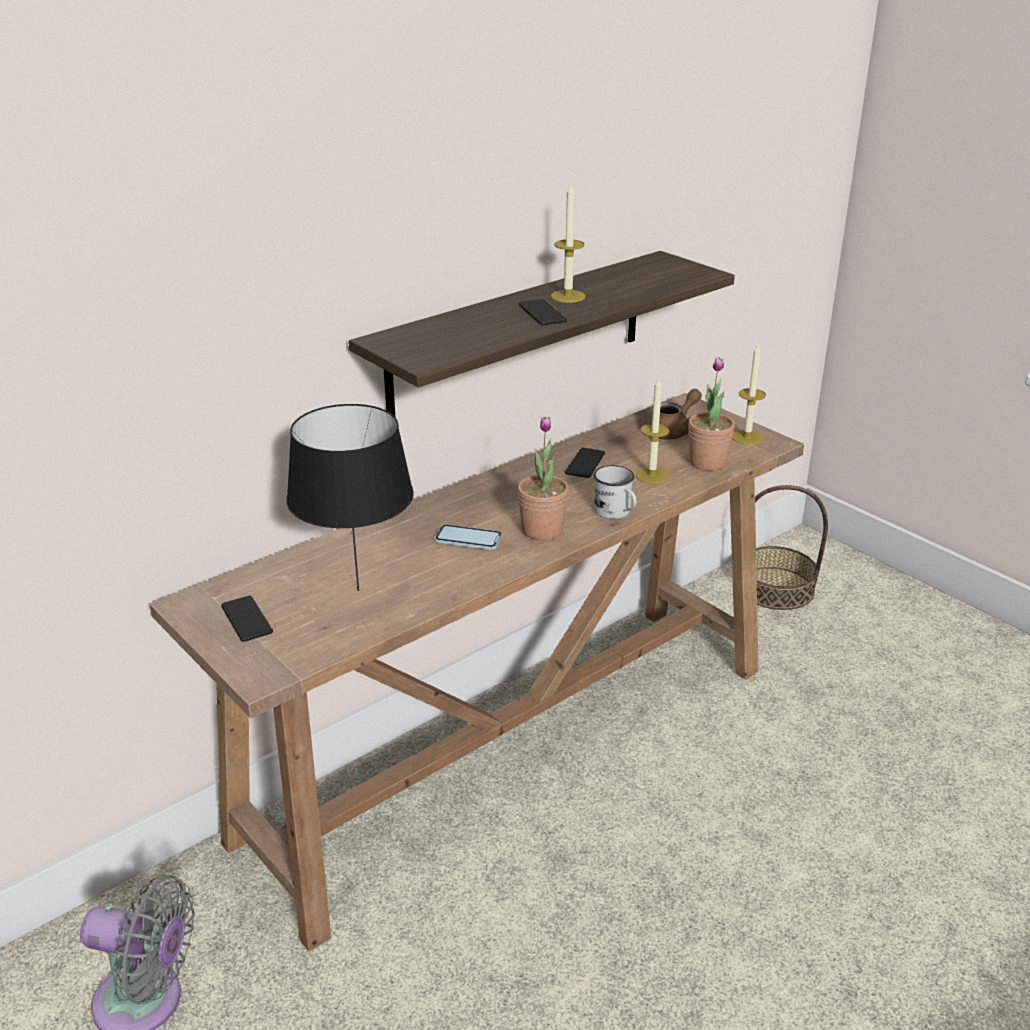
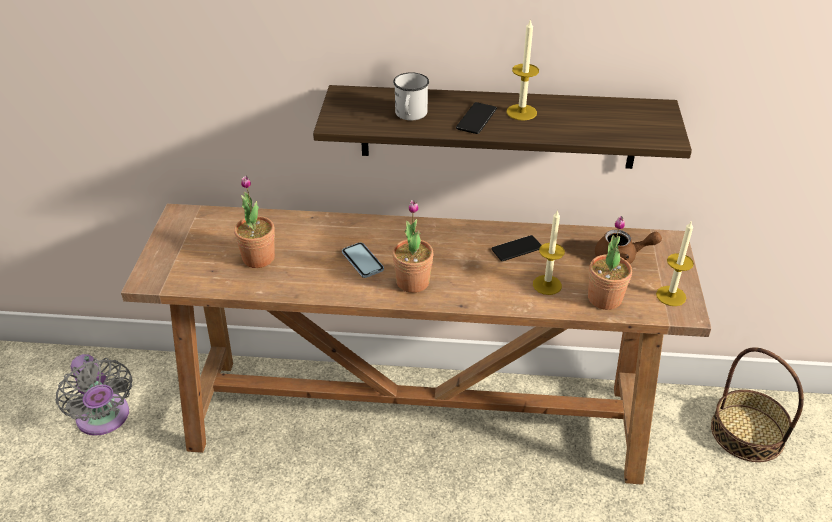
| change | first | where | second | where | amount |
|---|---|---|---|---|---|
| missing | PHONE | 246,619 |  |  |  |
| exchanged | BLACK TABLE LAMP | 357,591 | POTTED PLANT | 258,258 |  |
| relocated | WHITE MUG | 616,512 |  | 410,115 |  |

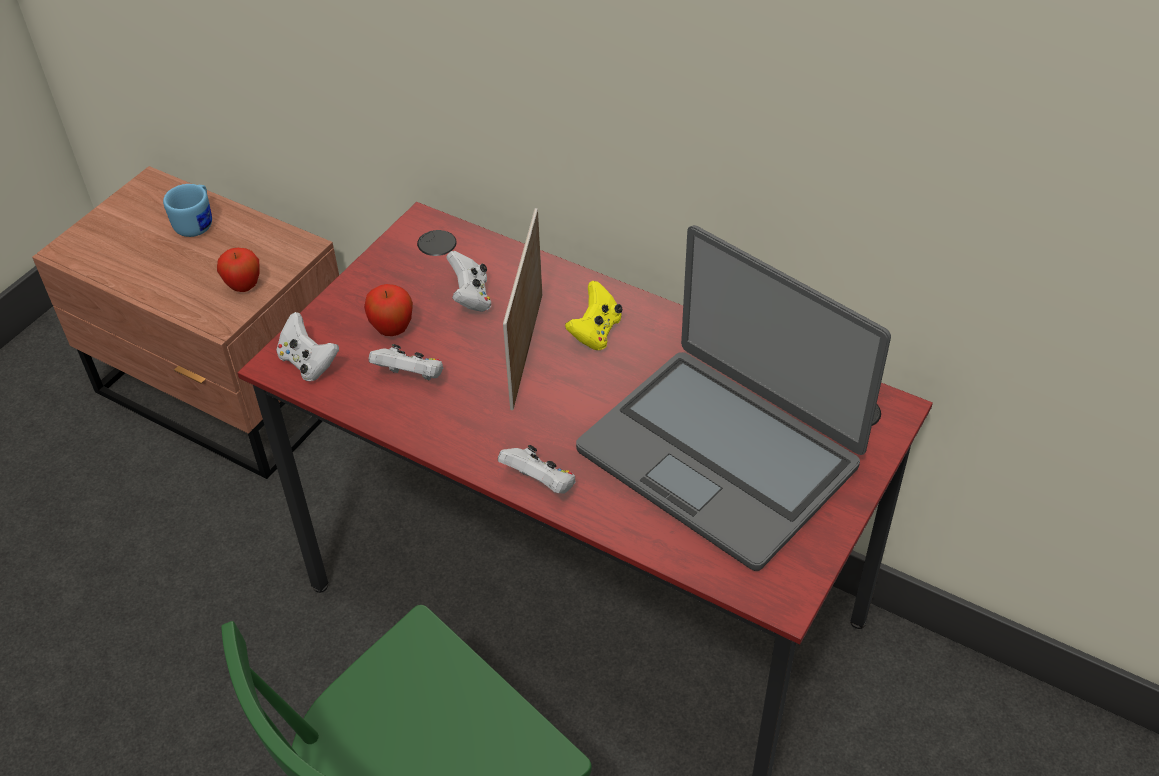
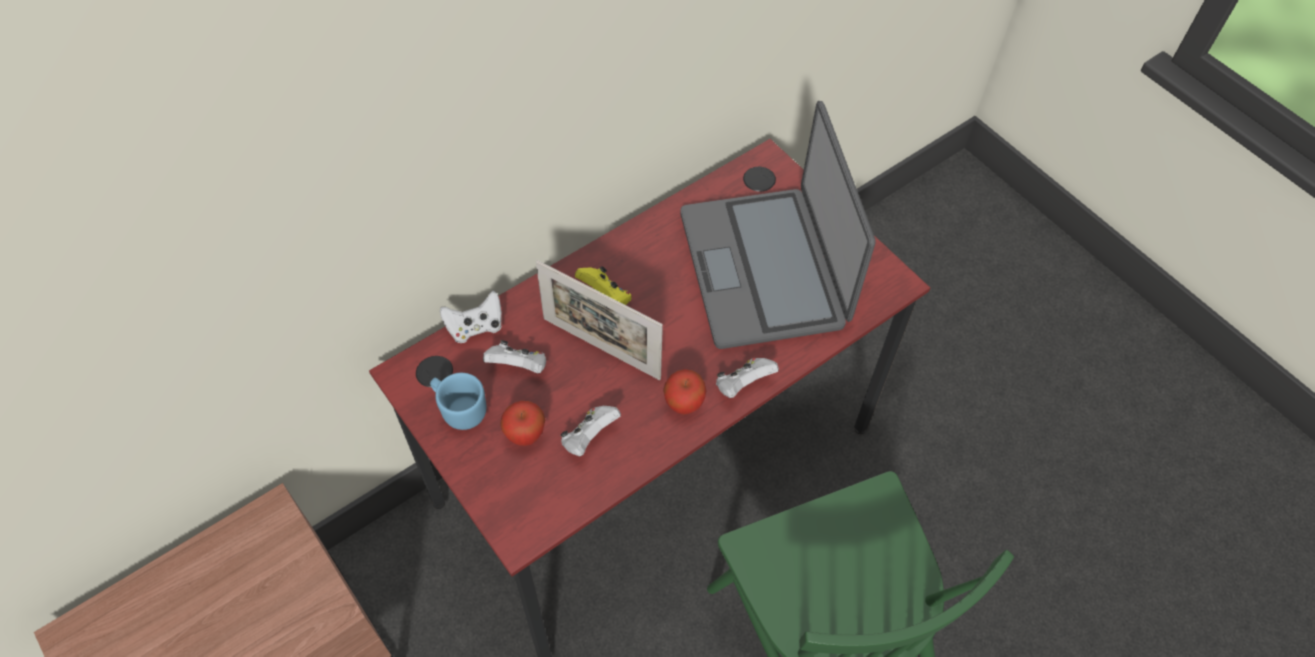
| change | first | where | second | where | amount |
|---|---|---|---|---|---|
| relocated | BLUE MUG | 197,223 |  | 460,409 |  |
| relocated | APPLE | 244,287 |  | 684,405 |  |
| relocated | WHITE GAME CONTROLLER | 308,363 |  | 475,327 |  |
| spun | LAPTOP | 720,455 |  | 764,268 | 105 degrees clockwise |

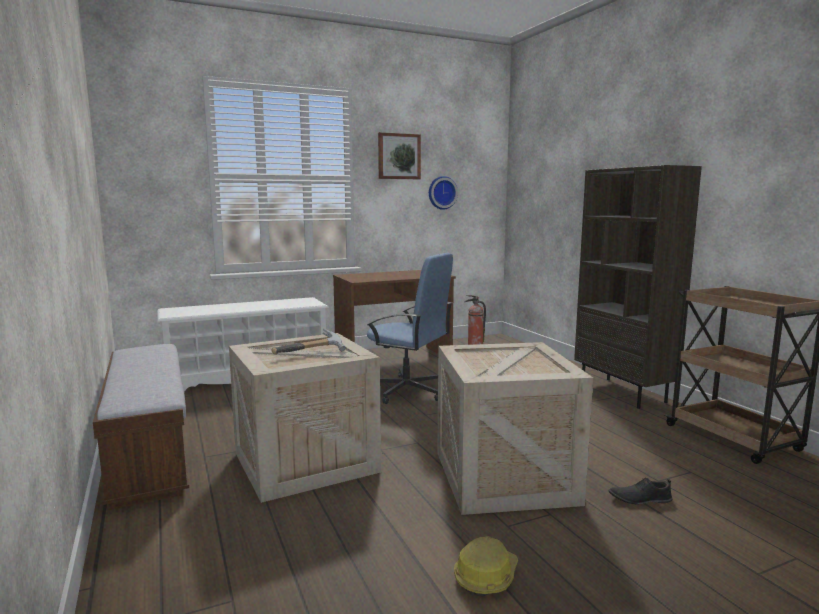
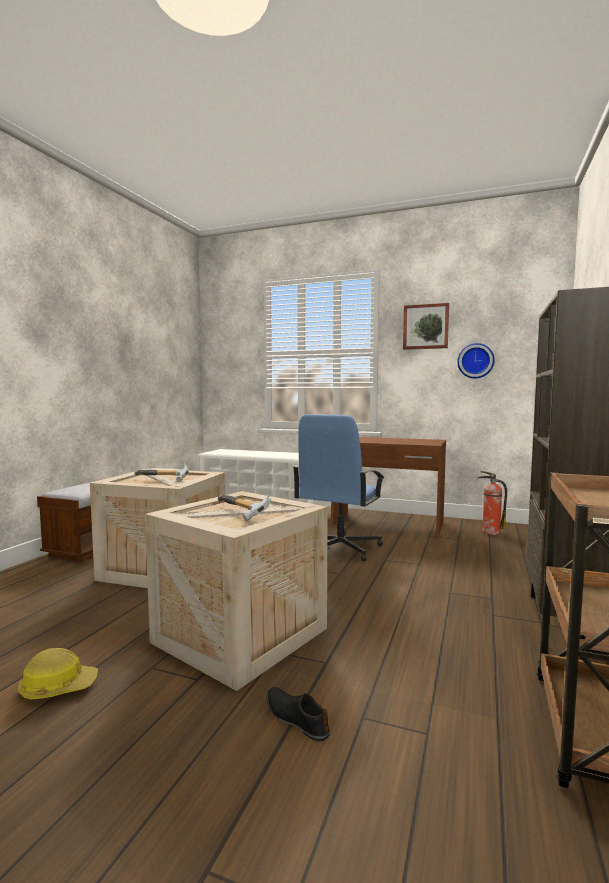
| change | first | where | second | where | amount |
|---|---|---|---|---|---|
| spun | BLUE OFFICE CHAIR | 407,390 |  | 339,548 | 45 degrees clockwise |
| appeared |  |  | HAMMER | 239,512 |  |

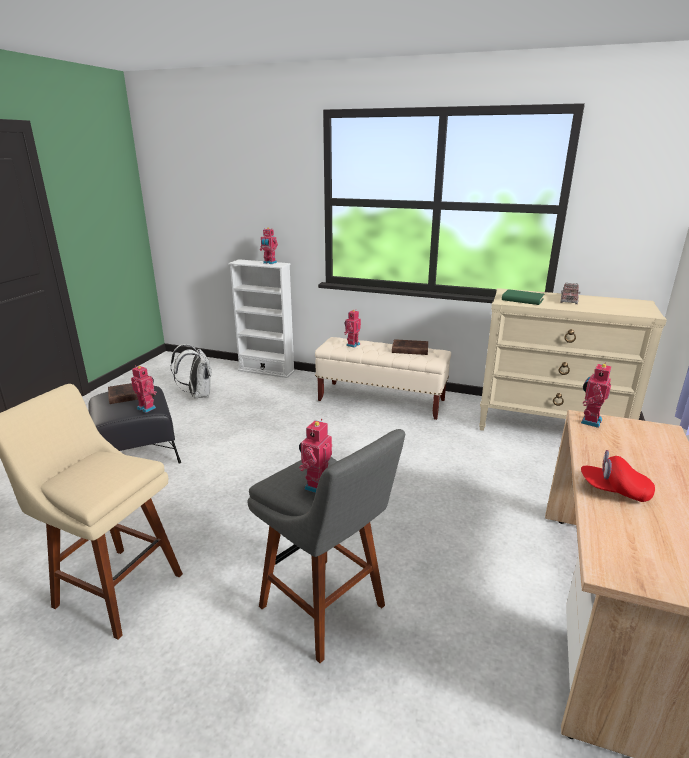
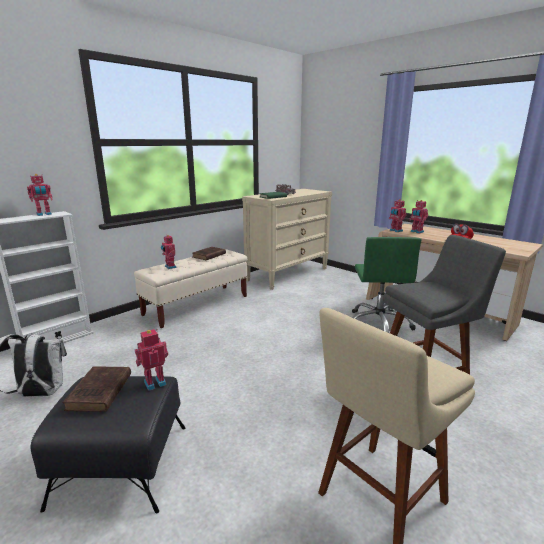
| change | first | where | second | where | amount |
|---|---|---|---|---|---|
| relocated | TOY ROBOT | 316,485 |  | 416,232 |  |
| appeared |  |  | GREEN OFFICE CHAIR | 378,324 |  |

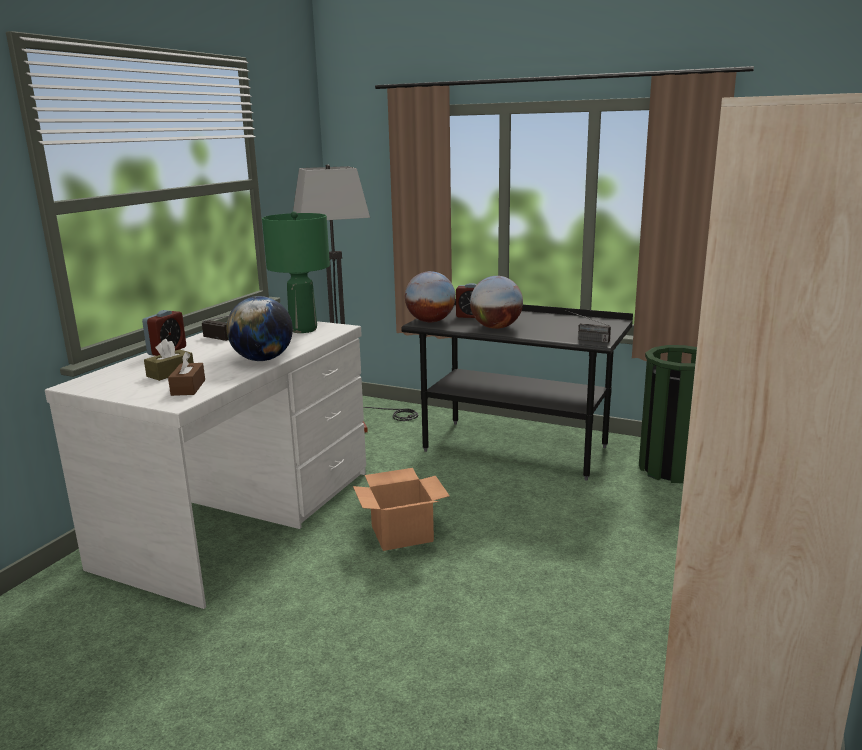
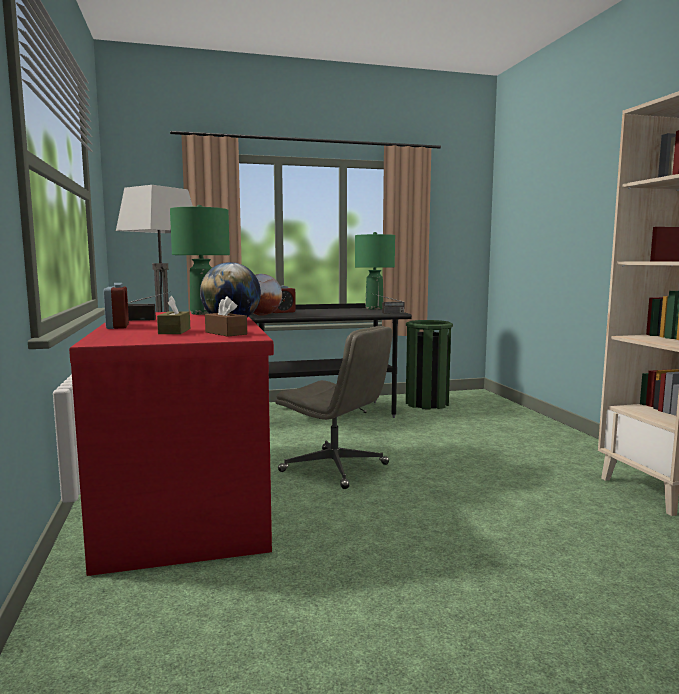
| change | first | where | second | where | amount |
|---|---|---|---|---|---|
| colour | WHITE DESK | 243,517 | RED DESK | 187,495 |  |
| exchanged | CARDBOARD BOX | 401,534 | GREY OFFICE CHAIR | 336,468 |  |
| missing | GLOBE | 496,327 |  |  |  |
| appeared |  |  | GREEN TABLE LAMP | 374,308 |  |

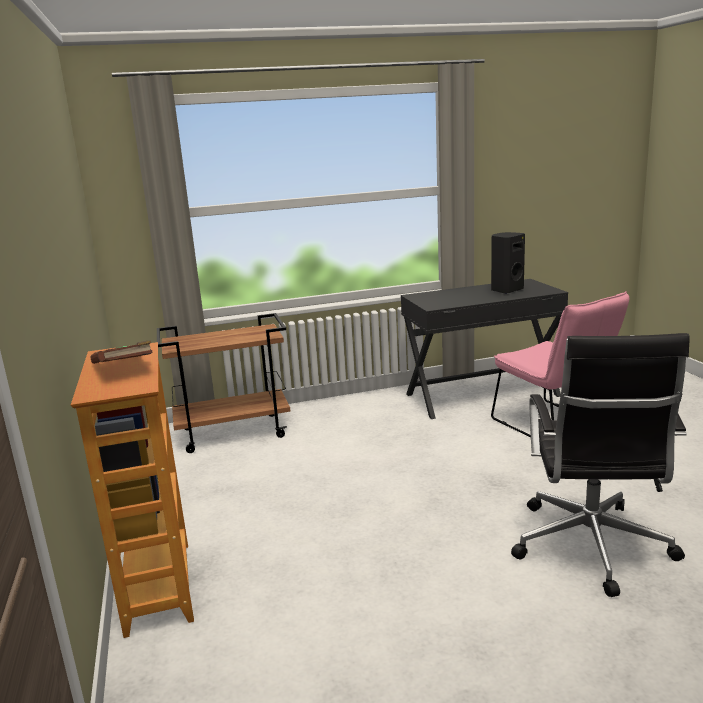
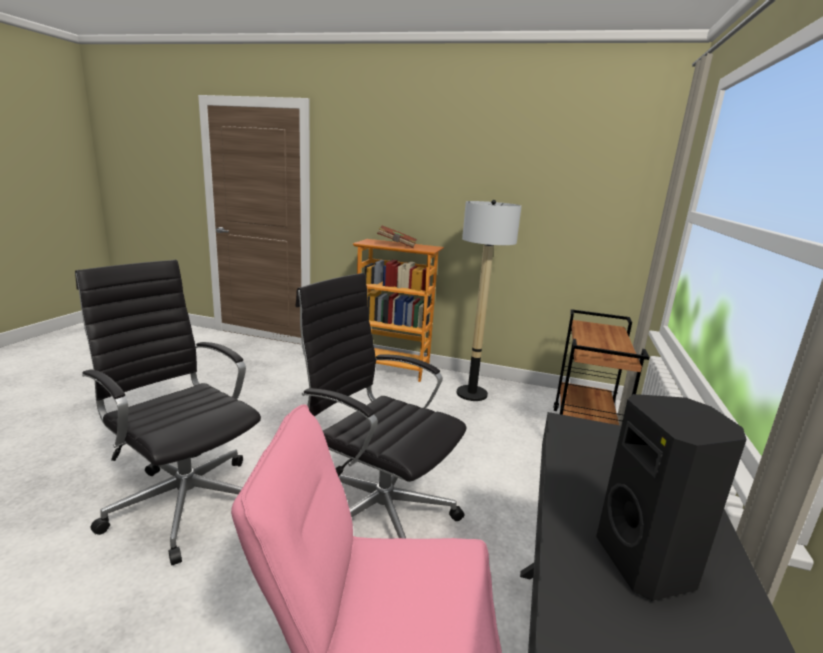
| change | first | where | second | where | amount |
|---|---|---|---|---|---|
| appeared |  |  | BLACK OFFICE CHAIR | 378,515 |  |
| appeared |  |  | FLOOR LAMP | 471,393 |  |

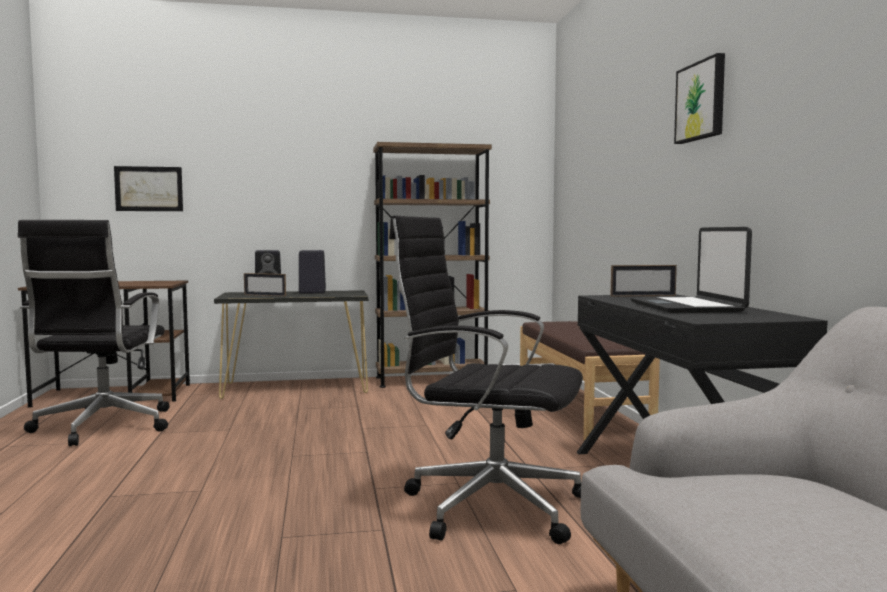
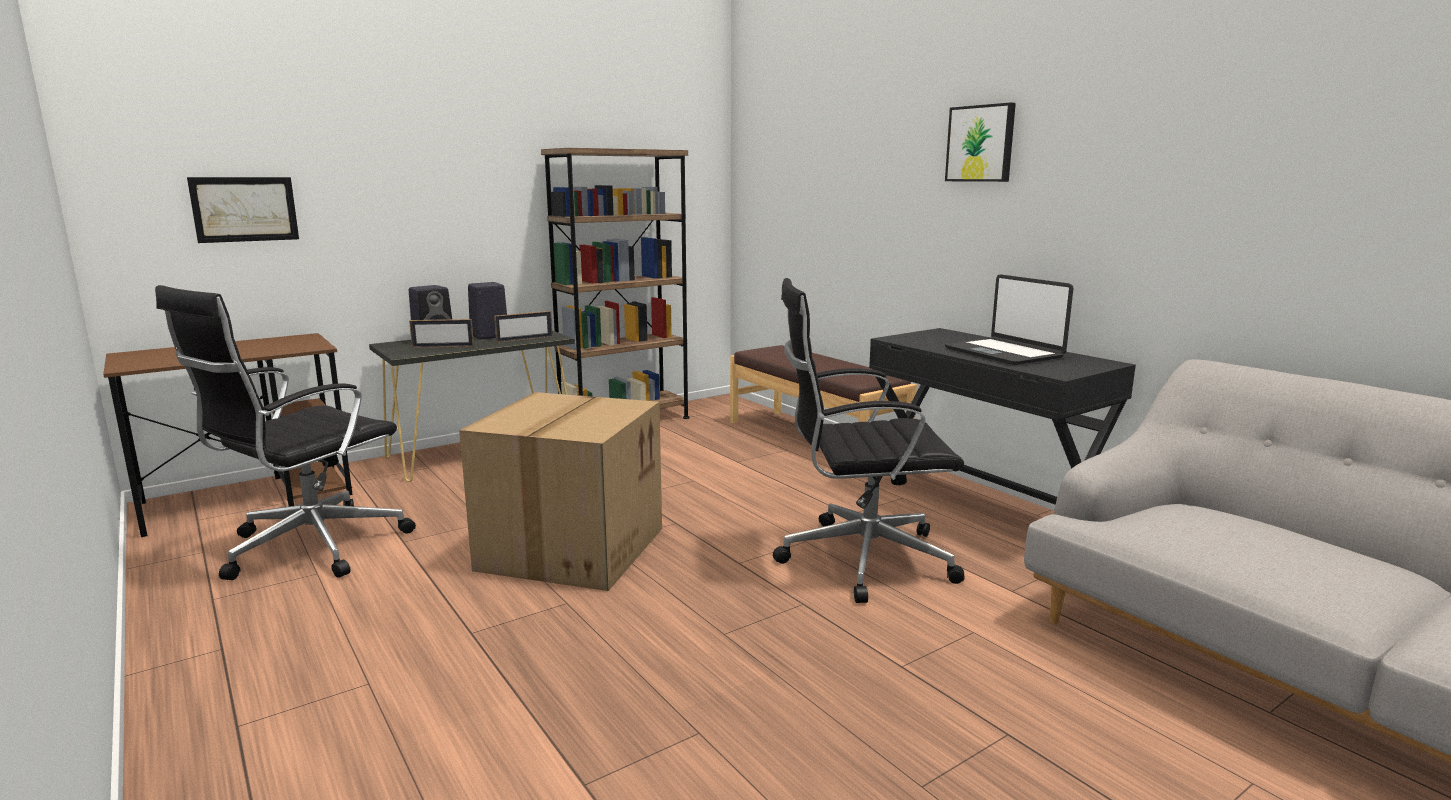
| change | first | where | second | where | amount |
|---|---|---|---|---|---|
| spun | BLACK OFFICE CHAIR | 102,427 |  | 309,547 | 60 degrees clockwise |
| relocated | PICTURE FRAME | 643,296 |  | 524,339 |  |
| appeared |  |  | CARDBOARD BOX | 571,547 |  |

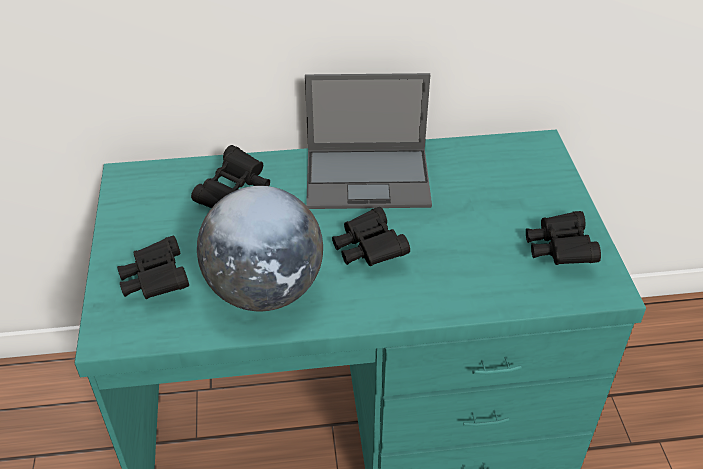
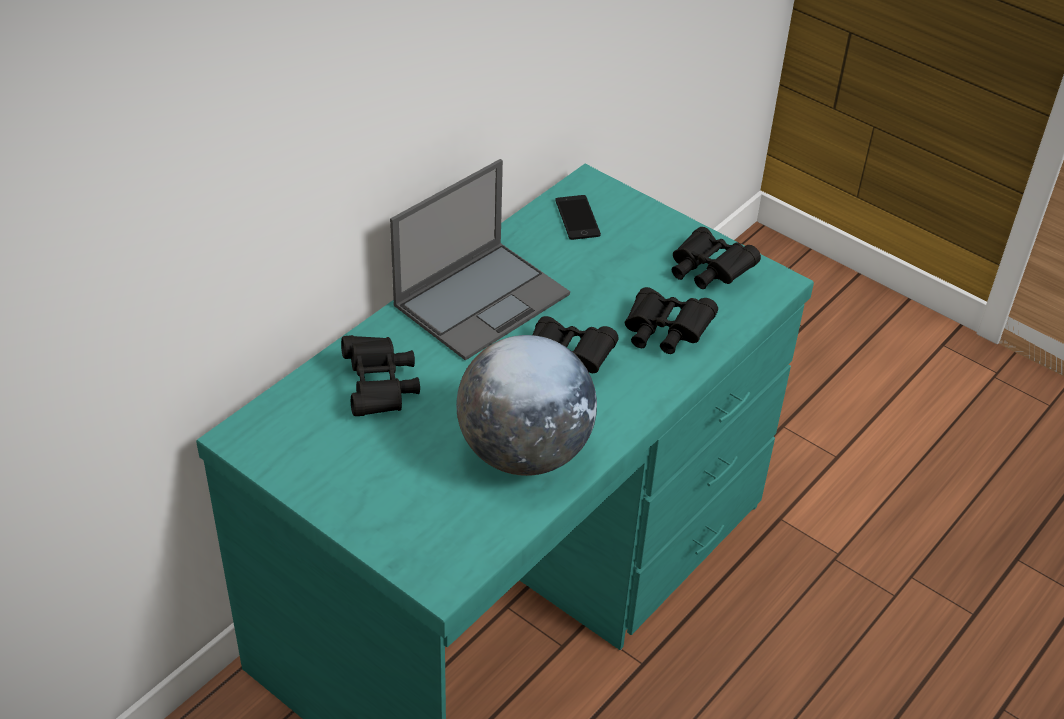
| change | first | where | second | where | amount |
|---|---|---|---|---|---|
| relocated | BLACK BINOCULARS | 156,281 |  | 664,333 |  |
| appeared |  |  | PHONE | 577,218 |  |

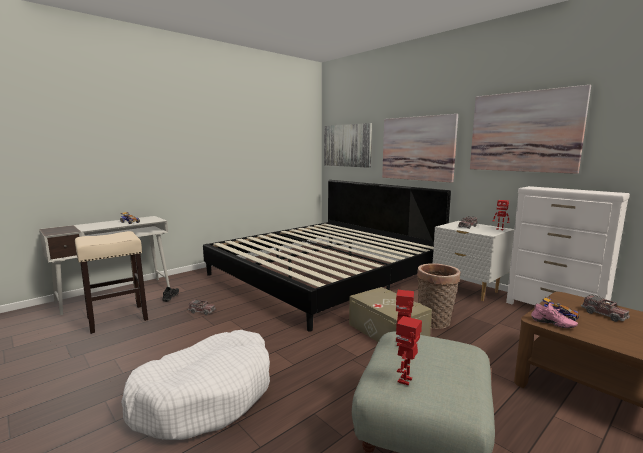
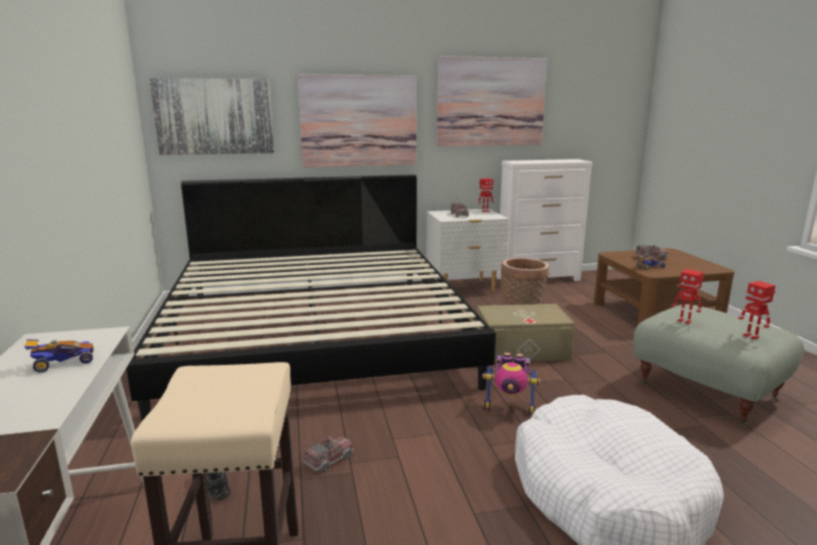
| change | first | where | second | where | amount |
|---|---|---|---|---|---|
| missing | PINK SHOE | 552,325 |  |  |  |
| appeared |  |  | TOY ROBOT | 509,407 |  |

